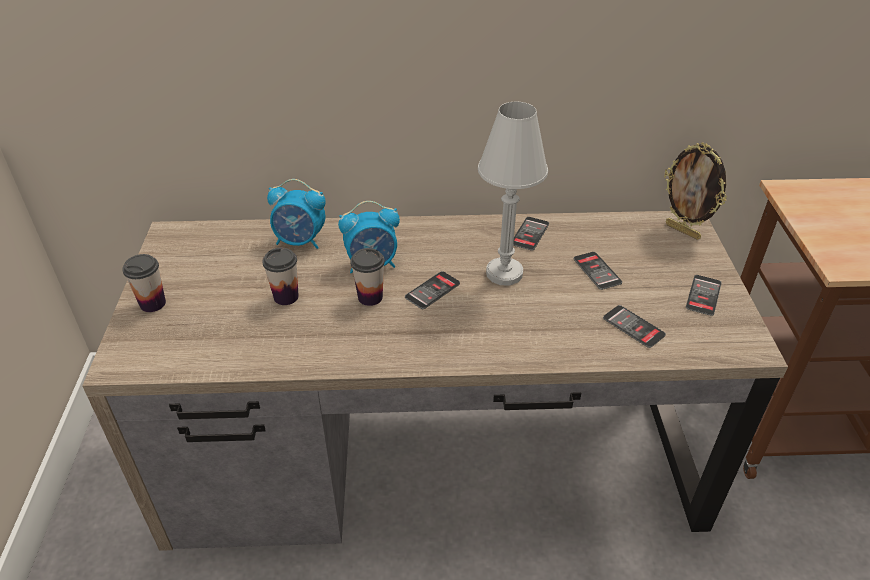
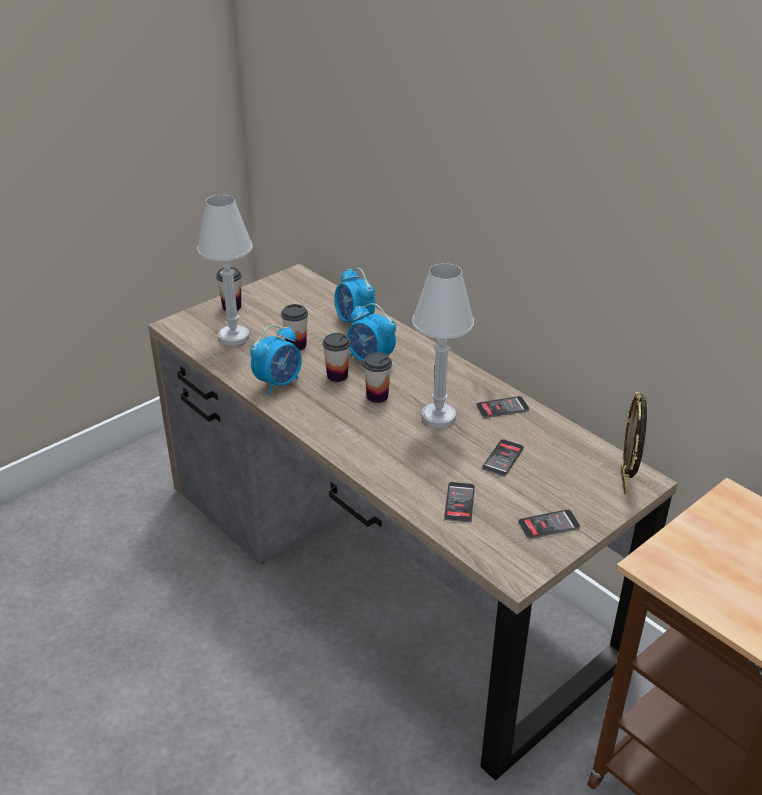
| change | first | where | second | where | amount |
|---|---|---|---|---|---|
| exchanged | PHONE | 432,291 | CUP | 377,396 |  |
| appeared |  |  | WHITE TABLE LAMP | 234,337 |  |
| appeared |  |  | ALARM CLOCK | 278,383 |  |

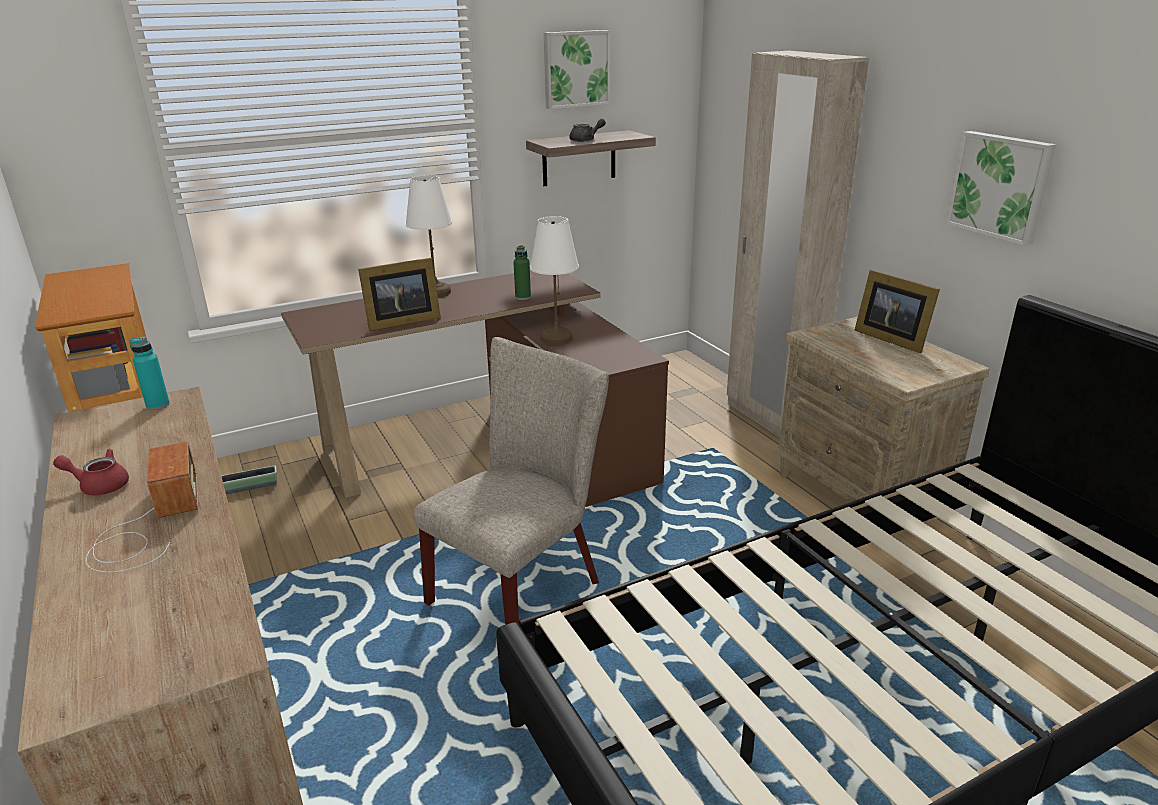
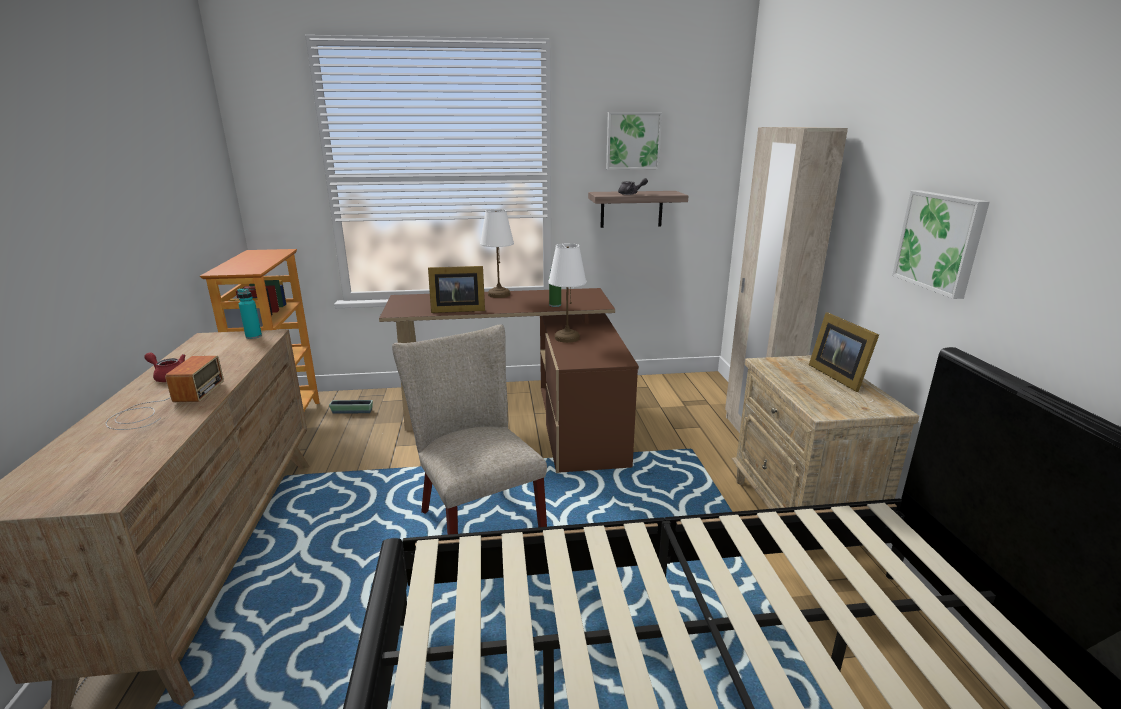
| change | first | where | second | where | amount |
|---|---|---|---|---|---|
| spun | BEIGE CHAIR | 523,588 |  | 476,522 | 90 degrees counterclockwise |

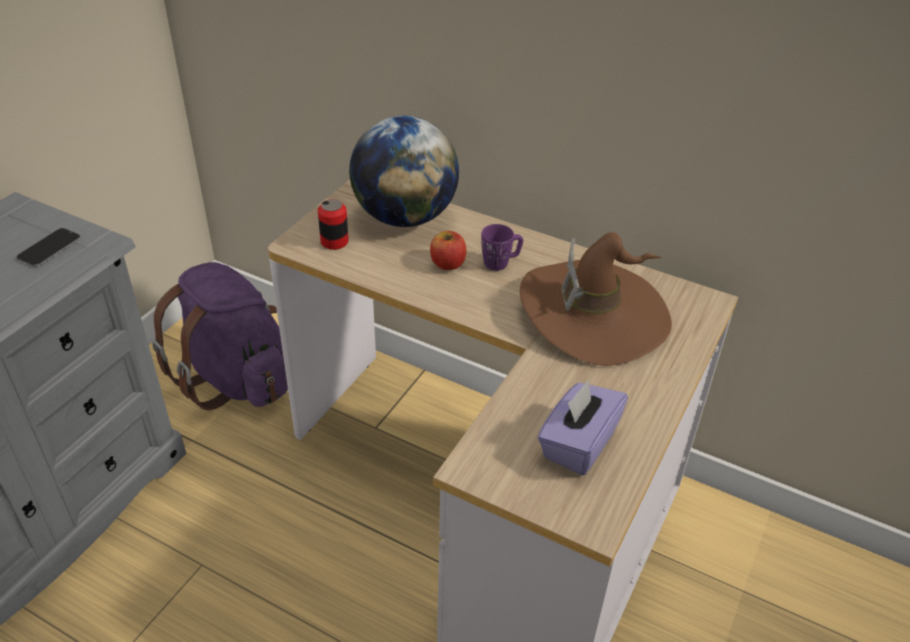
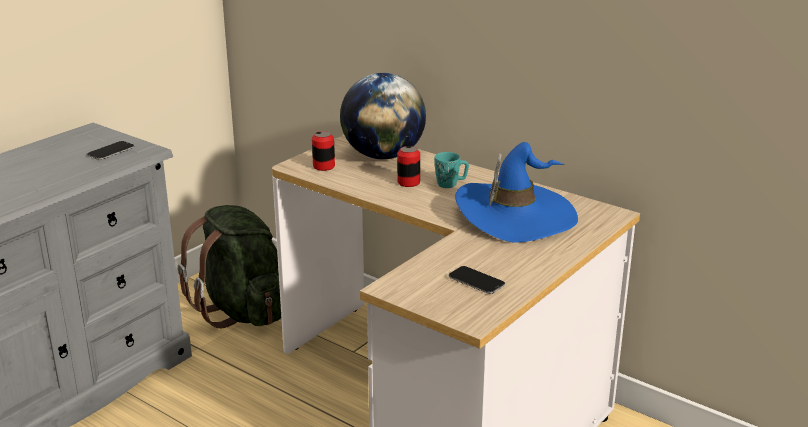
| change | first | where | second | where | amount |
|---|---|---|---|---|---|
| colour | PURPLE BACKPACK | 236,379 | GREEN BACKPACK | 243,311 |  |
| exchanged | APPLE | 447,264 | CAN | 408,182 |  |
| colour | PURPLE MUG | 501,263 | TURQUOISE MUG | 451,184 |  |
| colour | BROWN HAT | 594,314 | BLUE HAT | 515,215 |  |
| exchanged | PURPLE TISSUE BOX | 578,444 | PHONE | 476,281 |  |

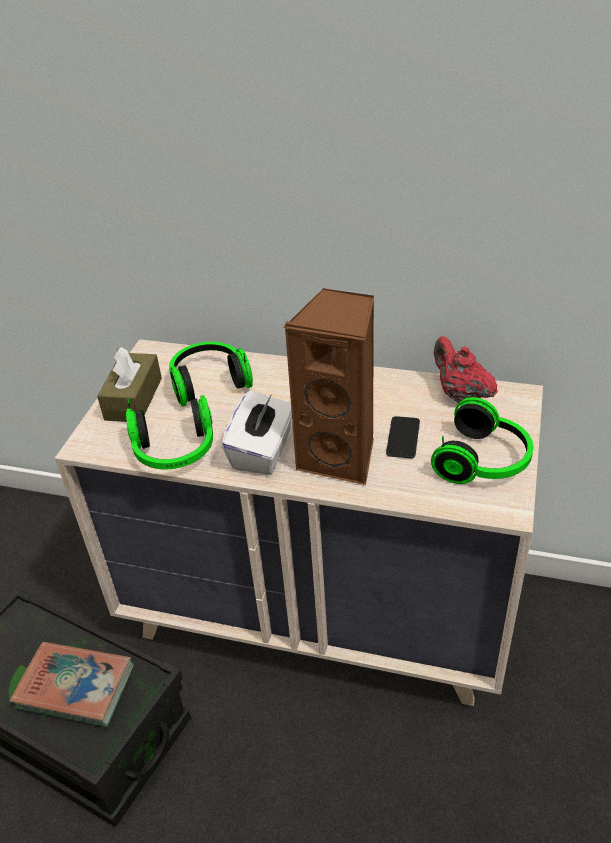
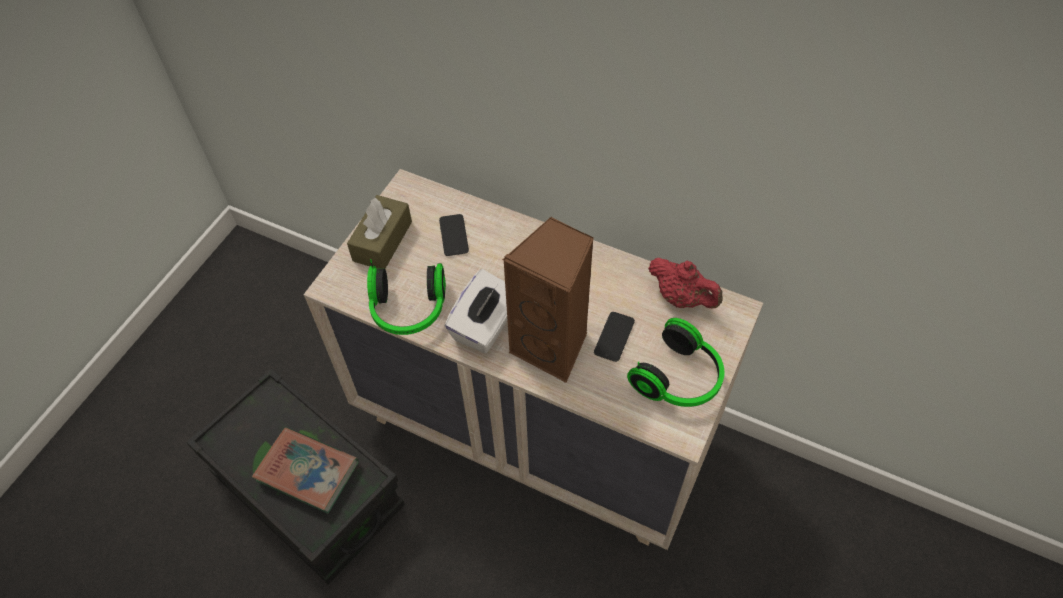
| change | first | where | second | where | amount |
|---|---|---|---|---|---|
| exchanged | HEADPHONES | 209,382 | PHONE | 454,235 |  |
| spun | RED TEAPOT | 460,395 |  | 682,298 | 150 degrees clockwise |

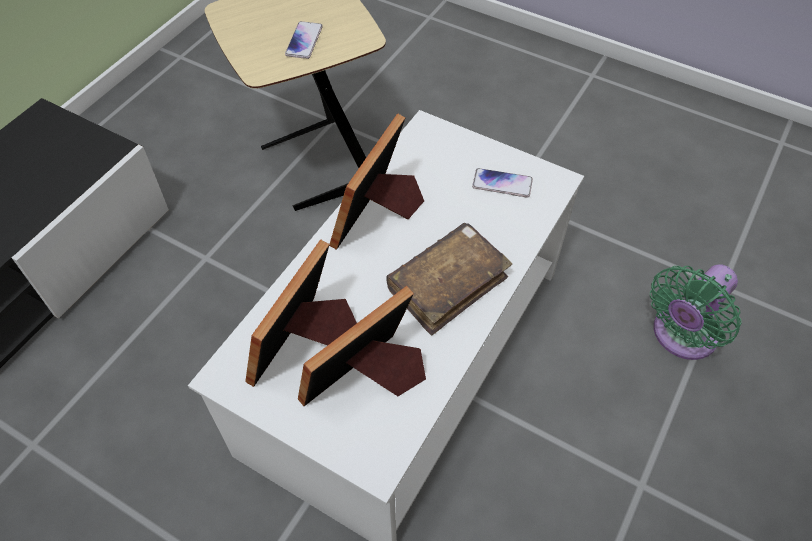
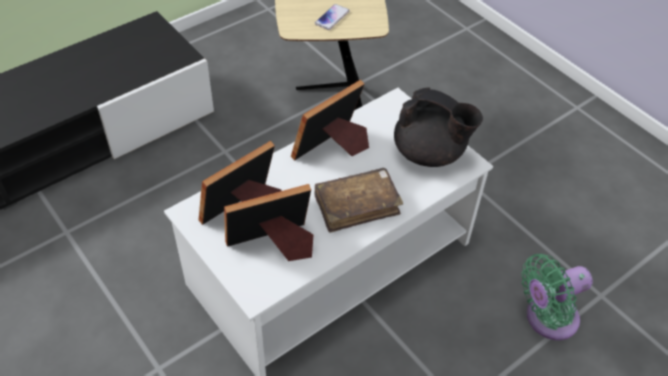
| change | first | where | second | where | amount |
|---|---|---|---|---|---|
| exchanged | PHONE | 502,184 | BLACK TEAPOT | 430,153 |  |

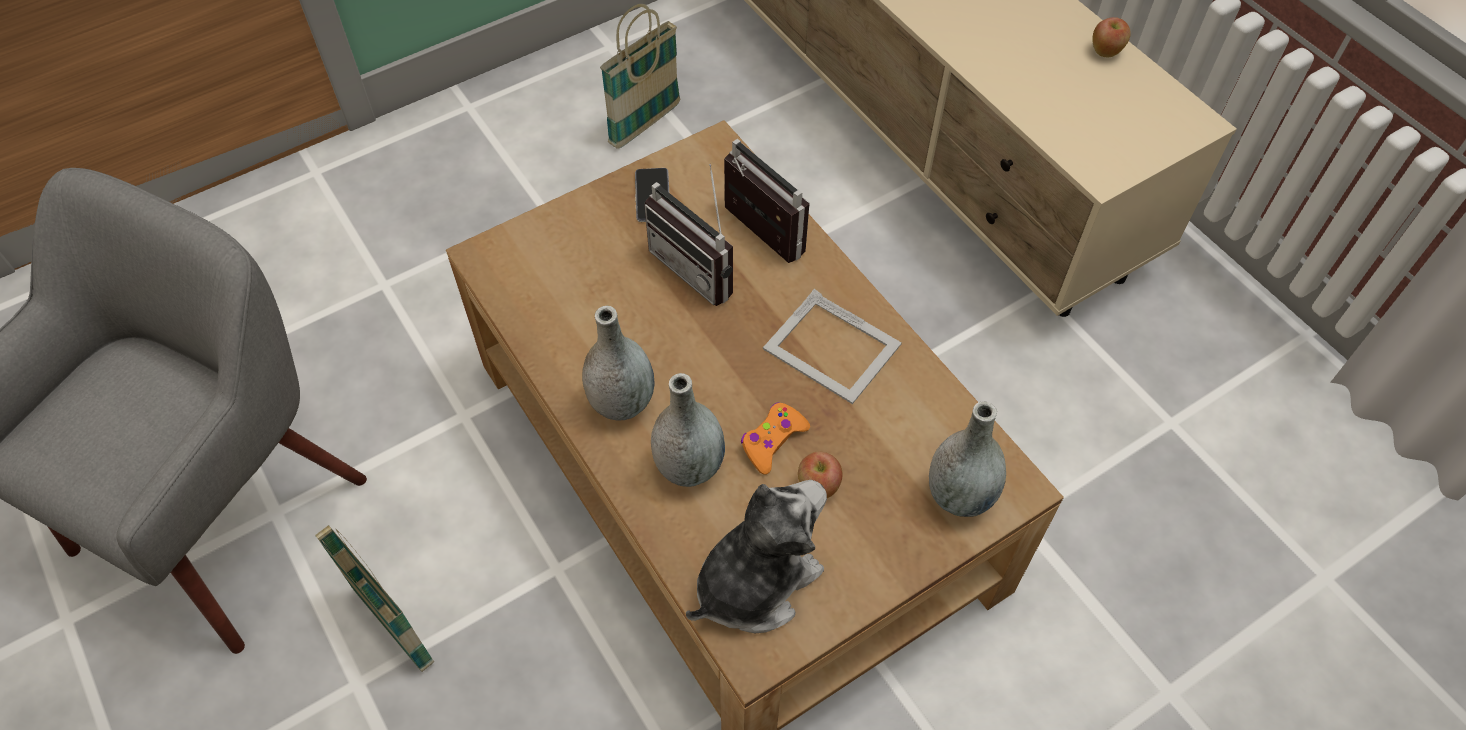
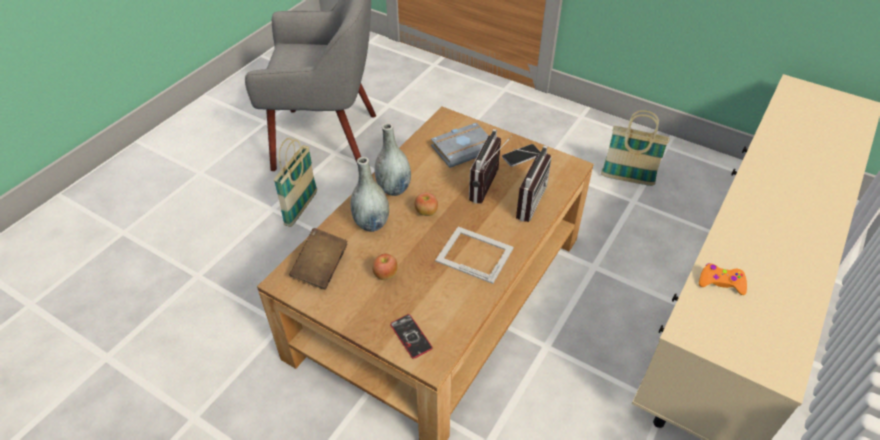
| change | first | where | second | where | amount |
|---|---|---|---|---|---|
| exchanged | PLUSH TOY | 755,581 | BROWN BOOK | 321,268 |  |
| relocated | ORANGE GAME CONTROLLER | 772,441 |  | 721,282 |  |
| spun | PICTURE FRAME | 832,348 |  | 474,253 | 105 degrees clockwise |
| exchanged | GREY VASE | 959,496 | PHONE | 411,336 |  |
| relocated | APPLE | 1106,52 |  | 426,212 |  |
| appeared |  |  | GREY BOOK | 463,147 |  |

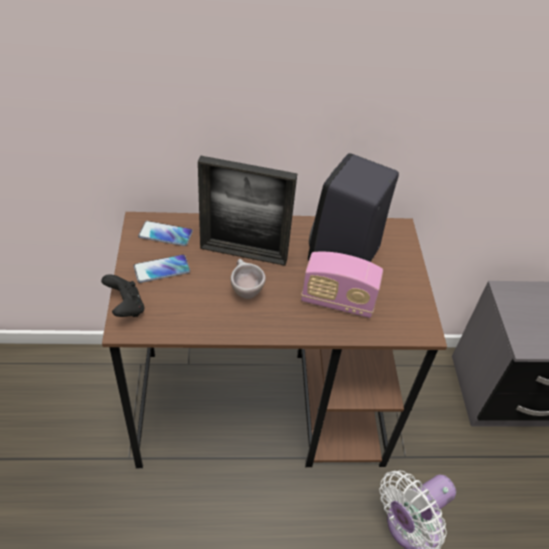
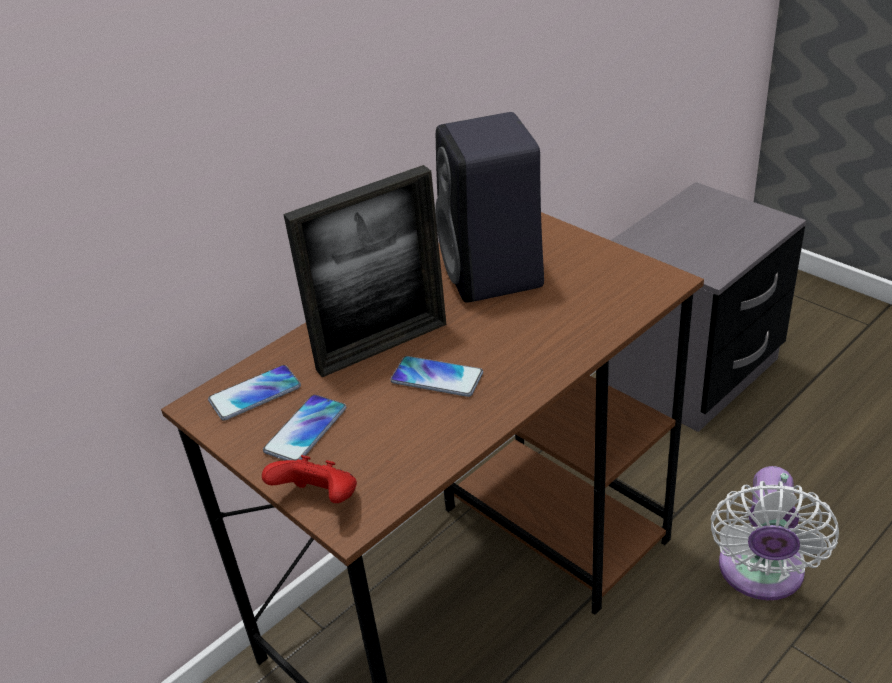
| change | first | where | second | where | amount |
|---|---|---|---|---|---|
| colour | BLACK GAME CONTROLLER | 125,307 | RED GAME CONTROLLER | 319,500 |  |
| exchanged | BEIGE CUP | 244,290 | PHONE | 437,378 |  |
| missing | RADIO | 337,301 |  |  |  |

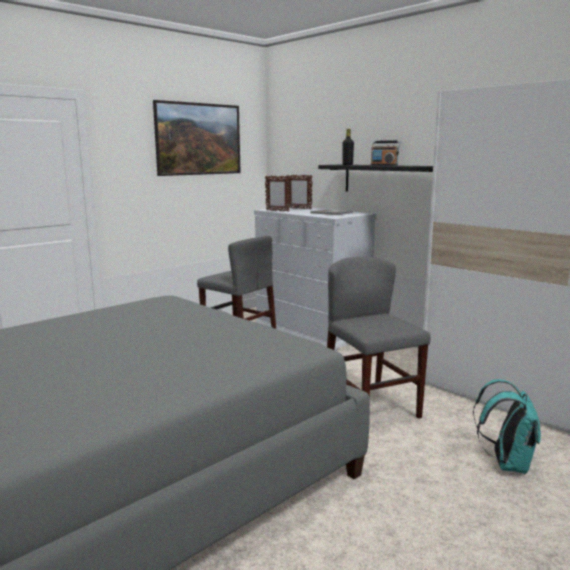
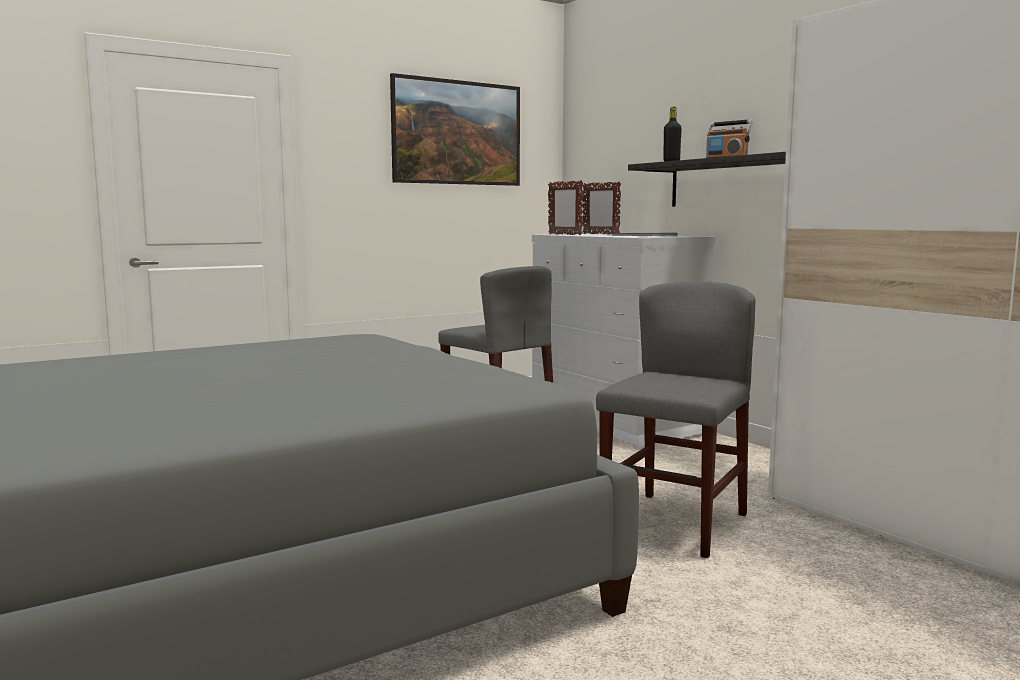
| change | first | where | second | where | amount |
|---|---|---|---|---|---|
| spun | GREY CHAIR | 371,407 |  | 674,524 | 45 degrees clockwise |
| missing | TURQUOISE BACKPACK | 507,464 |  |  |  |

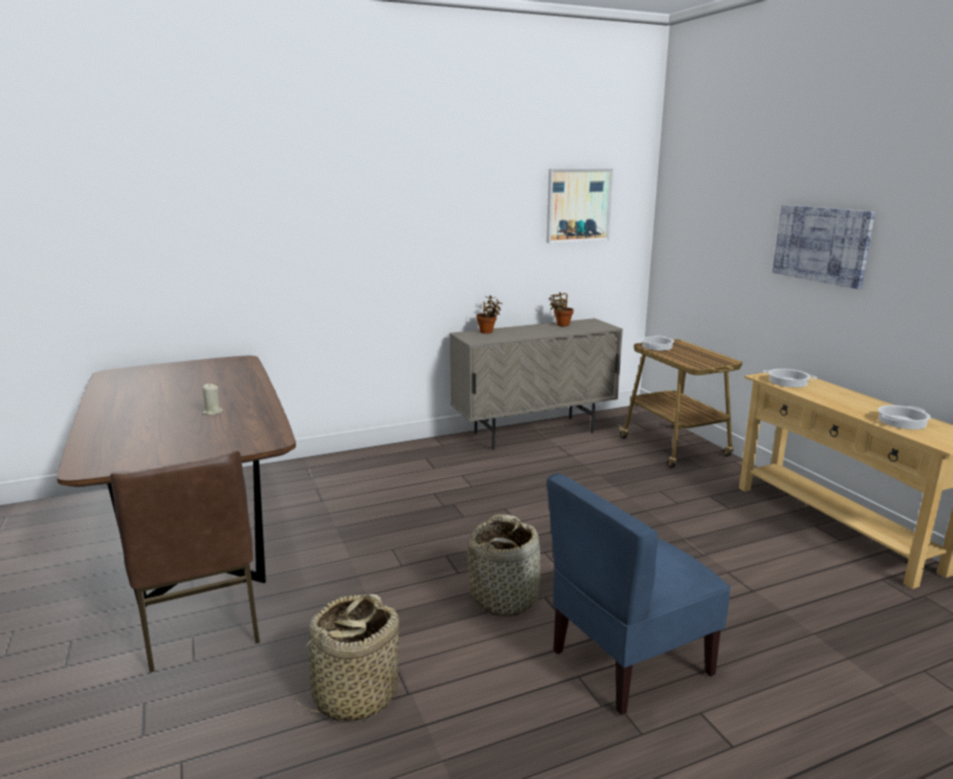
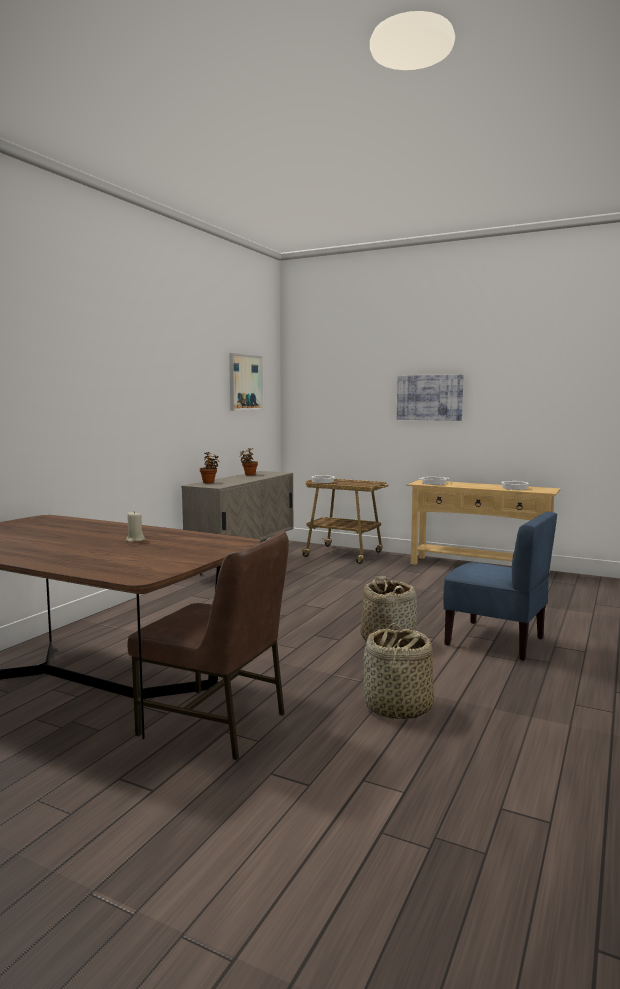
| change | first | where | second | where | amount |
|---|---|---|---|---|---|
| spun | BLUE CHAIR | 629,661 |  | 495,641 | 75 degrees counterclockwise |

